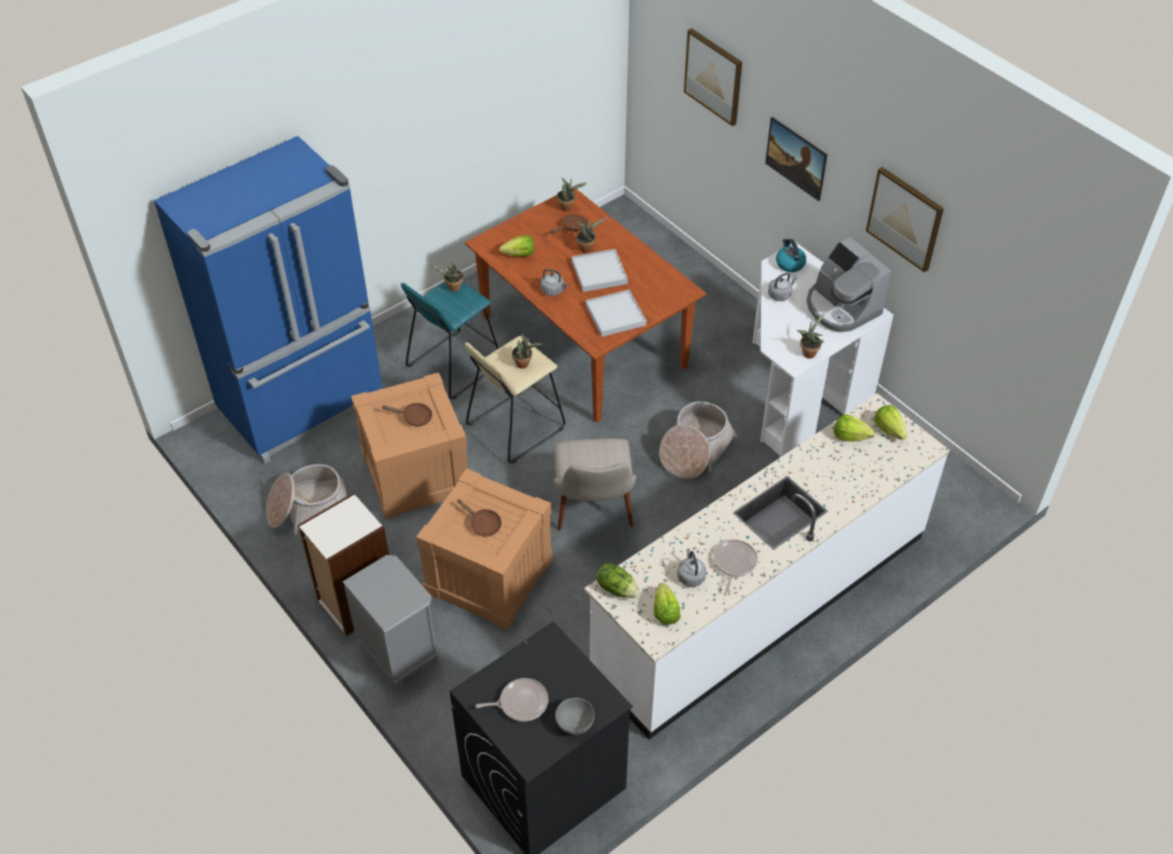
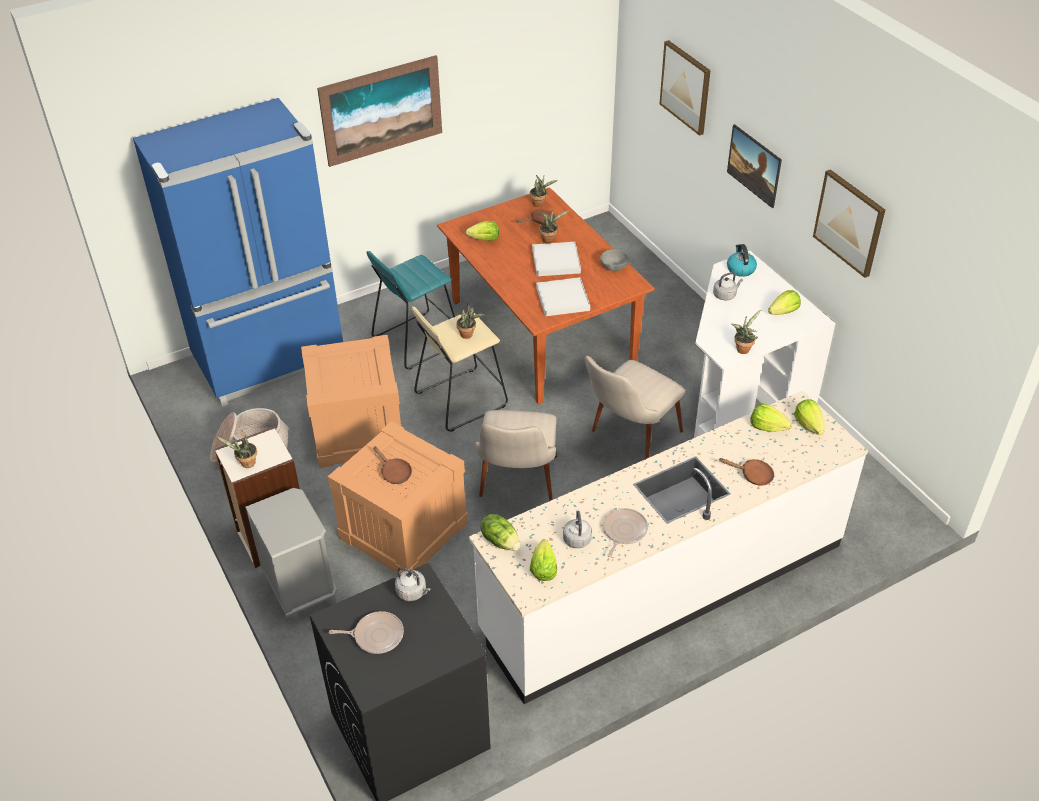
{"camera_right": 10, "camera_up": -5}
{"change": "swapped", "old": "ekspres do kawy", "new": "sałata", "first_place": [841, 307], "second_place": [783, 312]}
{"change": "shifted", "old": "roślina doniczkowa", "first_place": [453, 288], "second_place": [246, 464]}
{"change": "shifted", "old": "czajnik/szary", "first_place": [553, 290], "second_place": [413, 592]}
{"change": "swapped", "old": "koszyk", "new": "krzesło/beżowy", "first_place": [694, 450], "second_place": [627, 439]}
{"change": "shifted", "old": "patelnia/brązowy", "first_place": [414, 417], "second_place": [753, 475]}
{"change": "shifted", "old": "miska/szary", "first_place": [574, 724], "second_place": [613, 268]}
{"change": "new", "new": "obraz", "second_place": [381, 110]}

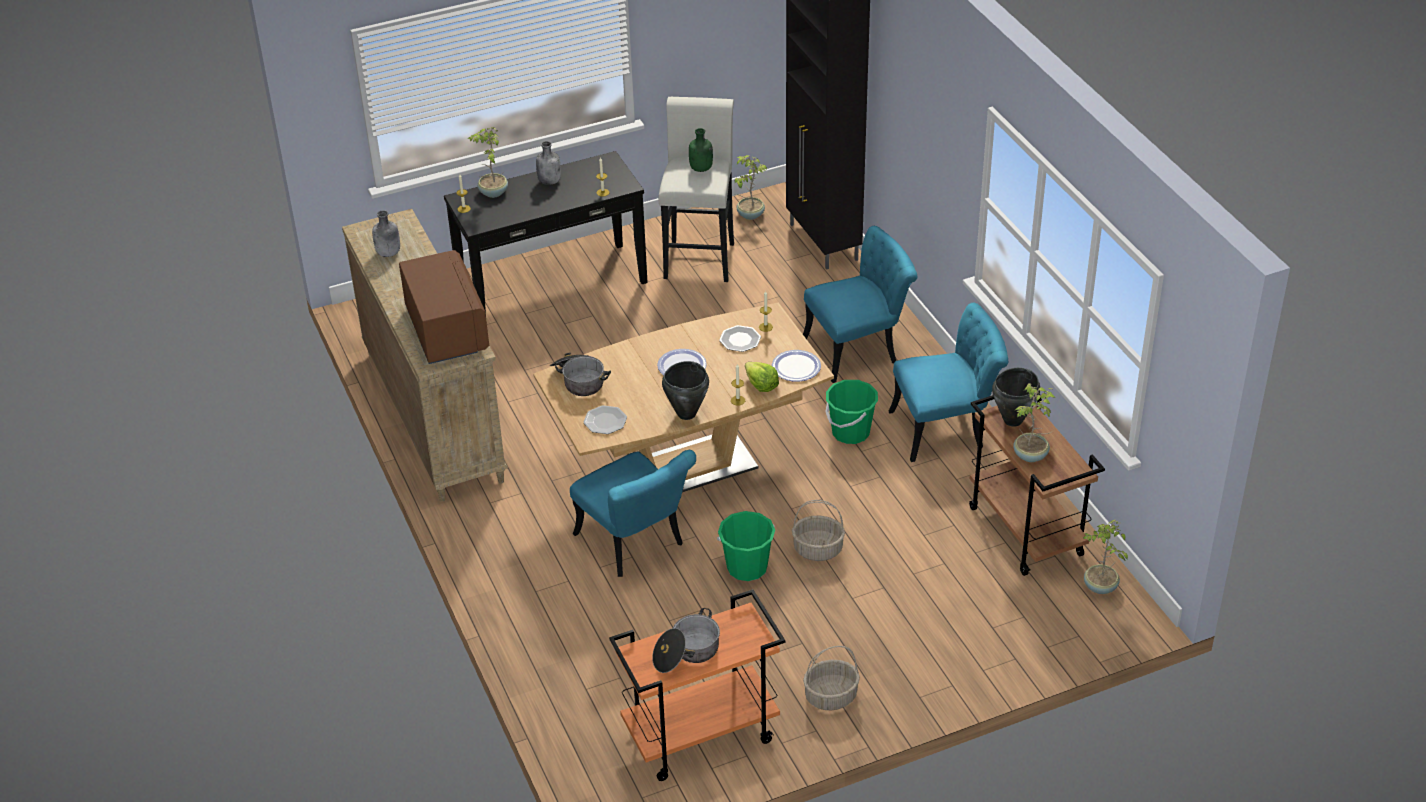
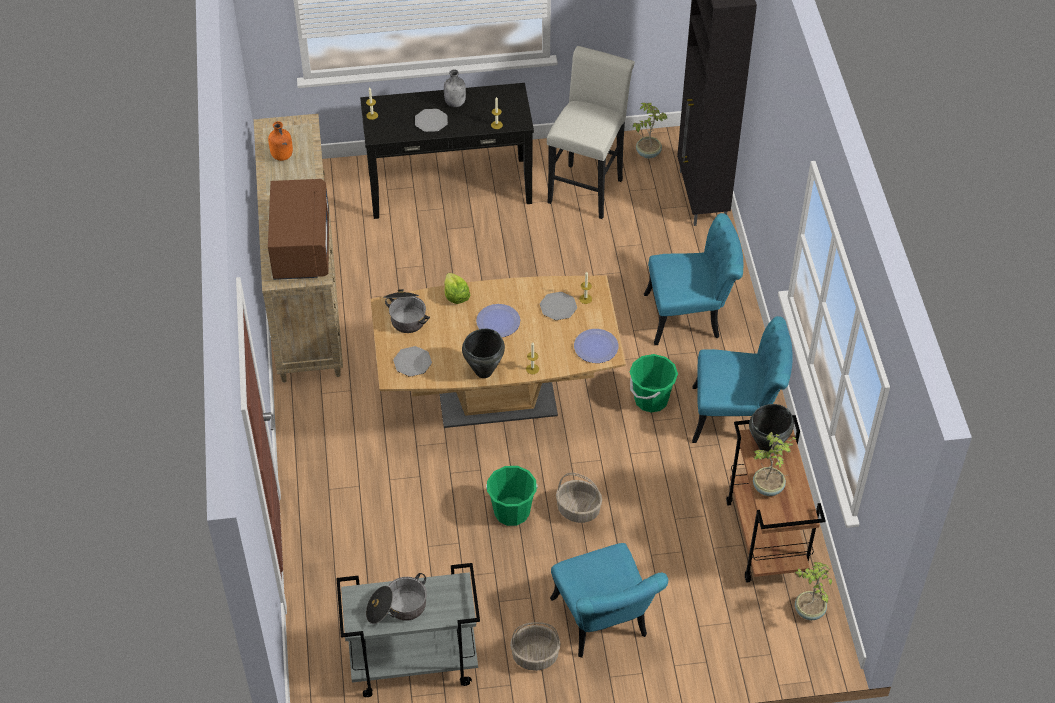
{"camera_right": 15, "camera_up": 10}
{"change": "gone", "old": "roślina doniczkowa", "first_place": [492, 193]}
{"change": "gone", "old": "butelka/zielony", "first_place": [701, 169]}
{"change": "repainted", "old": "butelka/szary", "new": "butelka/pomarańczowy", "first_place": [388, 253], "second_place": [282, 156]}
{"change": "shifted", "old": "sałata", "first_place": [761, 385], "second_place": [456, 295]}
{"change": "shifted", "old": "krzesło/turkusowy", "first_place": [636, 545], "second_place": [603, 625]}
{"change": "repainted", "old": "wózek/pomarańczowy", "new": "wózek/szary", "first_place": [700, 736], "second_place": [412, 664]}
{"change": "new", "new": "talerz", "second_place": [431, 121]}

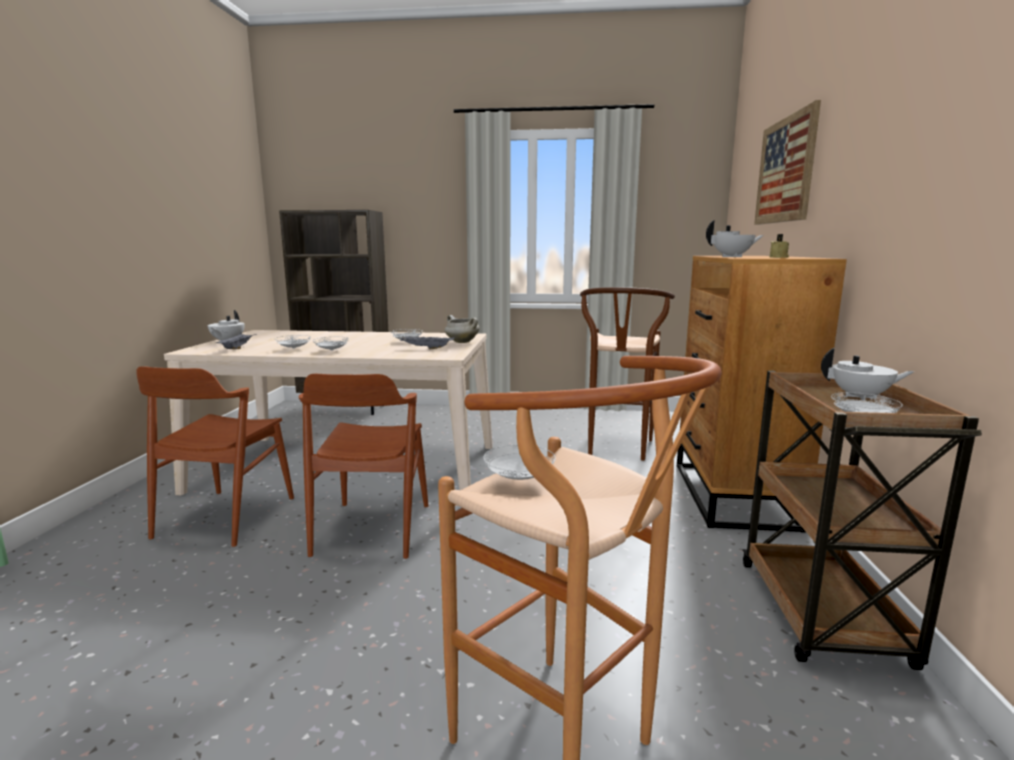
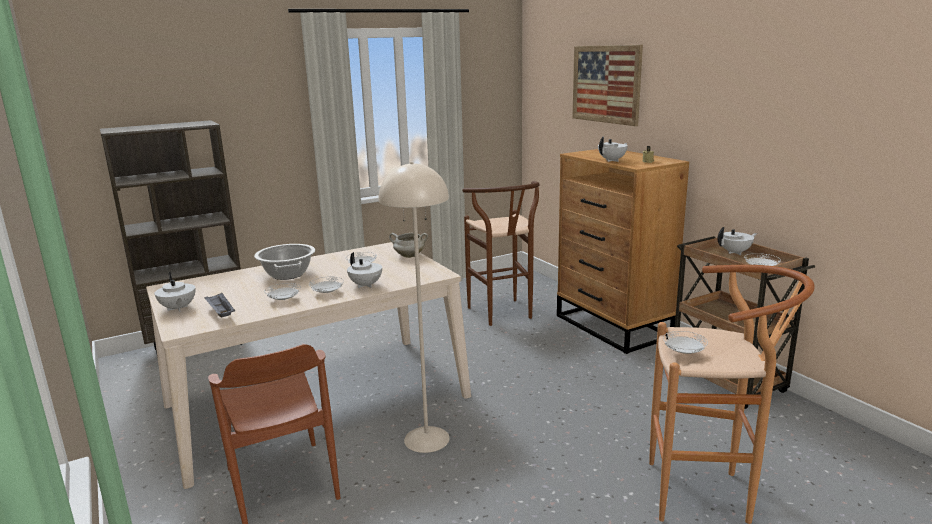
{"camera_right": -35, "camera_up": 5}
{"change": "gone", "old": "taca/szary", "first_place": [426, 348]}
{"change": "swapped", "old": "krzesło/brązowy", "new": "lampa stojąca/beżowy", "first_place": [372, 529], "second_place": [426, 439]}
{"change": "new", "new": "garnek", "second_place": [288, 274]}
{"change": "new", "new": "imbryk/biały", "second_place": [366, 285]}

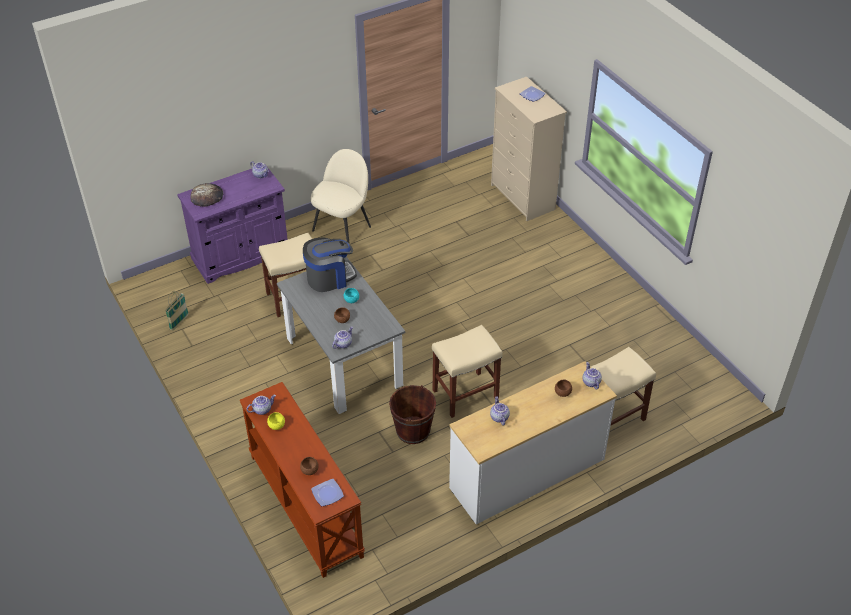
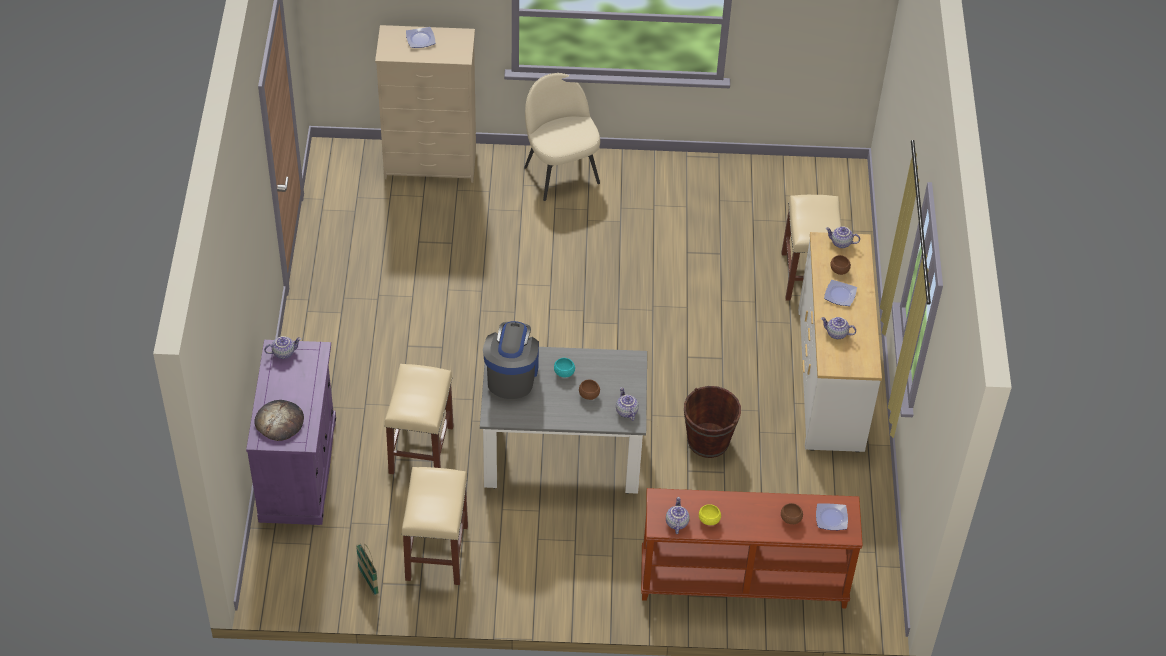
{"camera_right": -60, "camera_up": 5}
{"change": "shifted", "old": "krzesło/beżowy", "first_place": [342, 227], "second_place": [561, 173]}
{"change": "shifted", "old": "stołek/beżowy", "first_place": [464, 395], "second_place": [437, 554]}
{"change": "new", "new": "talerz", "second_place": [839, 294]}

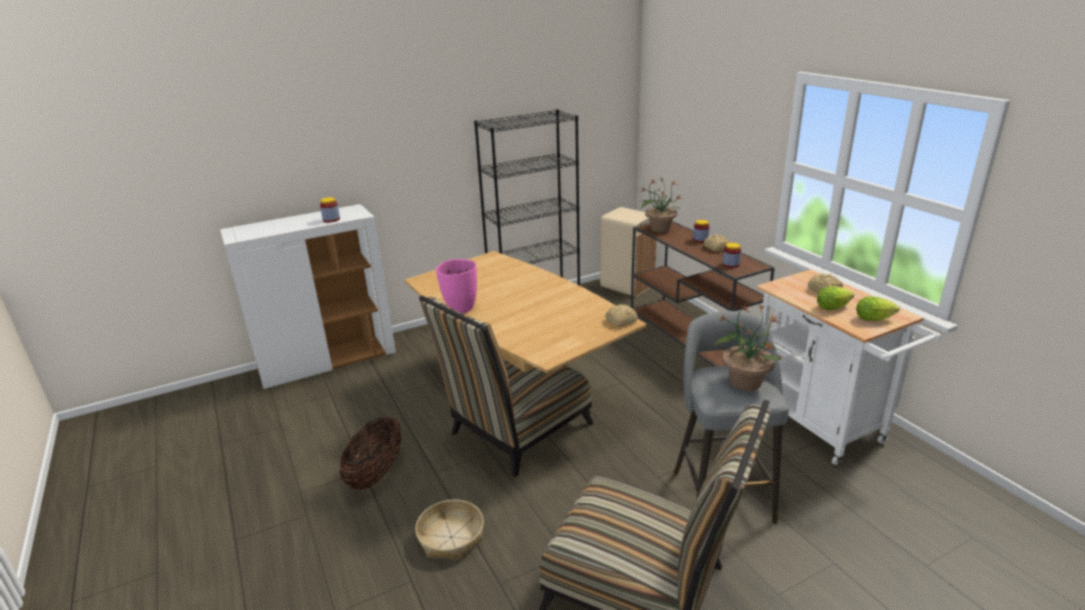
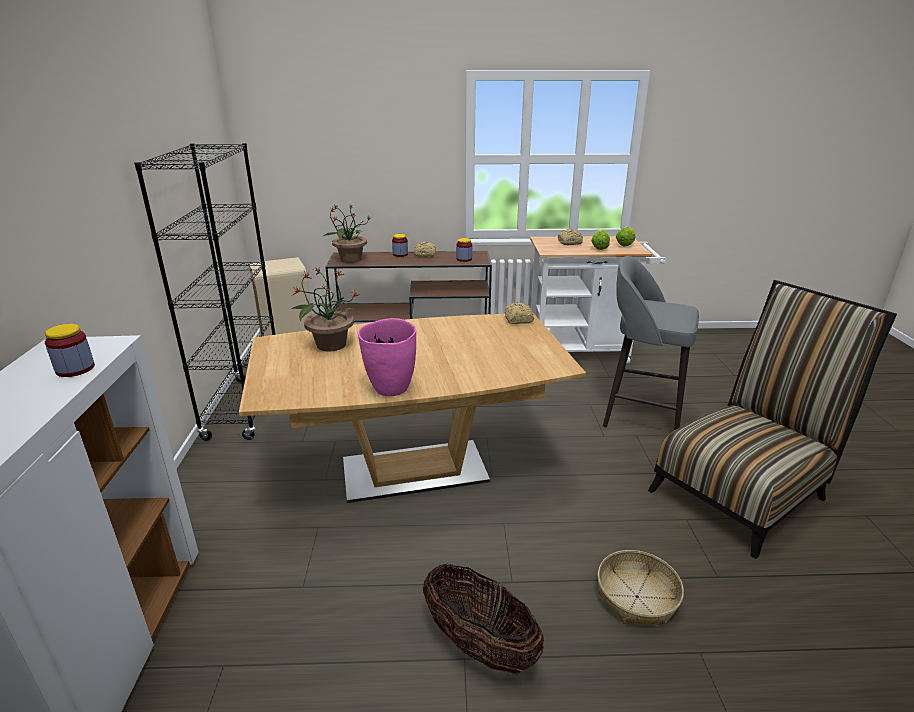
{"camera_right": -65, "camera_up": 0}
{"change": "gone", "old": "krzesło", "first_place": [515, 432]}
{"change": "shifted", "old": "roślina doniczkowa", "first_place": [745, 381], "second_place": [330, 345]}

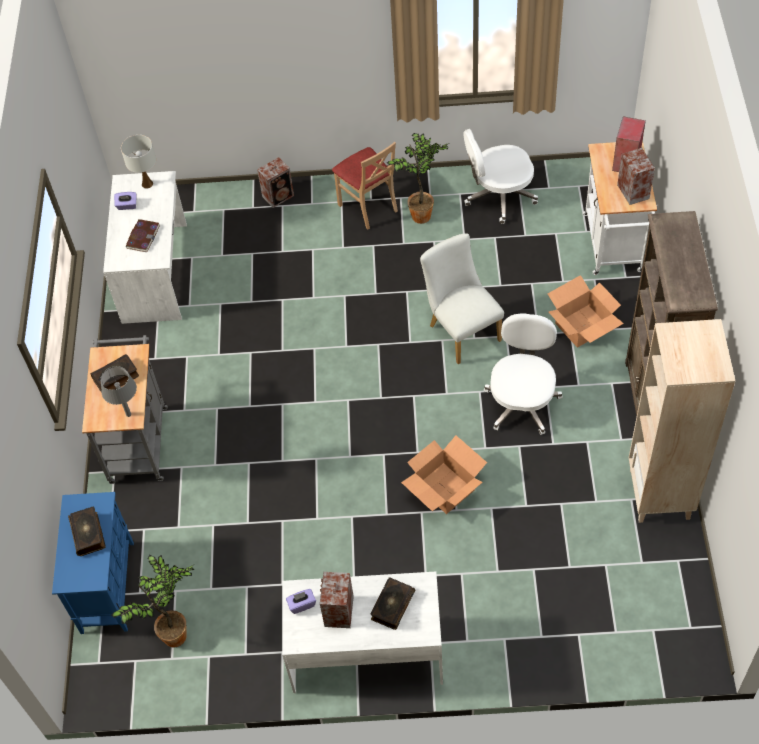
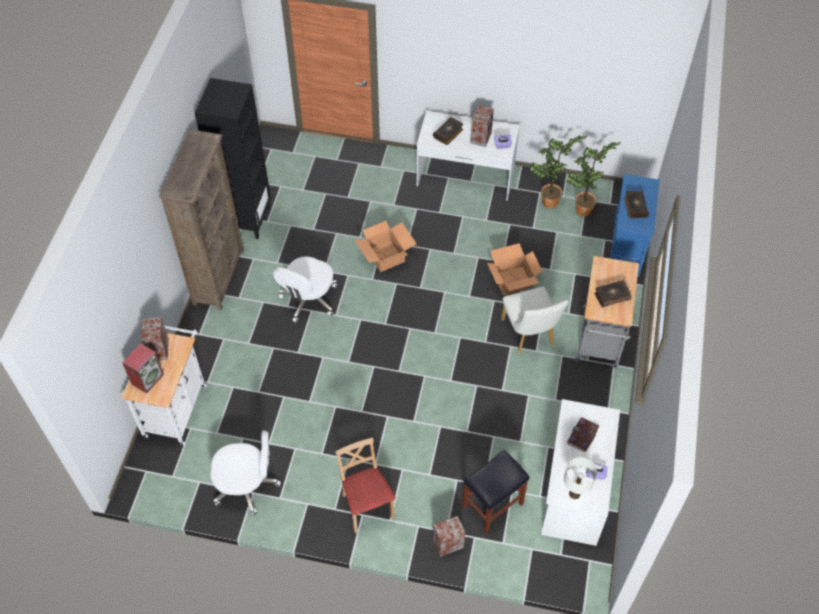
{"camera_right": -170, "camera_up": 0}
{"change": "shifted", "old": "roślina doniczkowa", "first_place": [422, 214], "second_place": [548, 204]}
{"change": "shifted", "old": "krzesło/biały", "first_place": [461, 330], "second_place": [529, 335]}
{"change": "shifted", "old": "karton", "first_place": [583, 326], "second_place": [512, 280]}
{"change": "repainted", "old": "regał/beżowy", "new": "regał/czarny", "first_place": [660, 494], "second_place": [247, 220]}
{"change": "gone", "old": "lampa stołowa/szary", "first_place": [129, 414]}
{"change": "new", "new": "stołek/czarny", "second_place": [493, 504]}

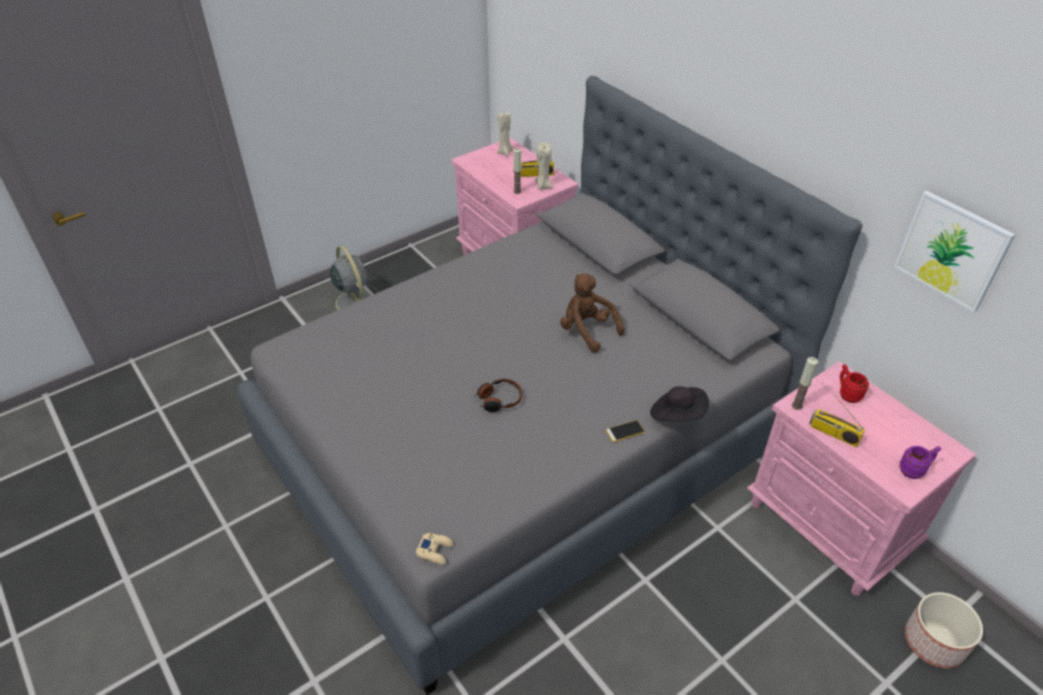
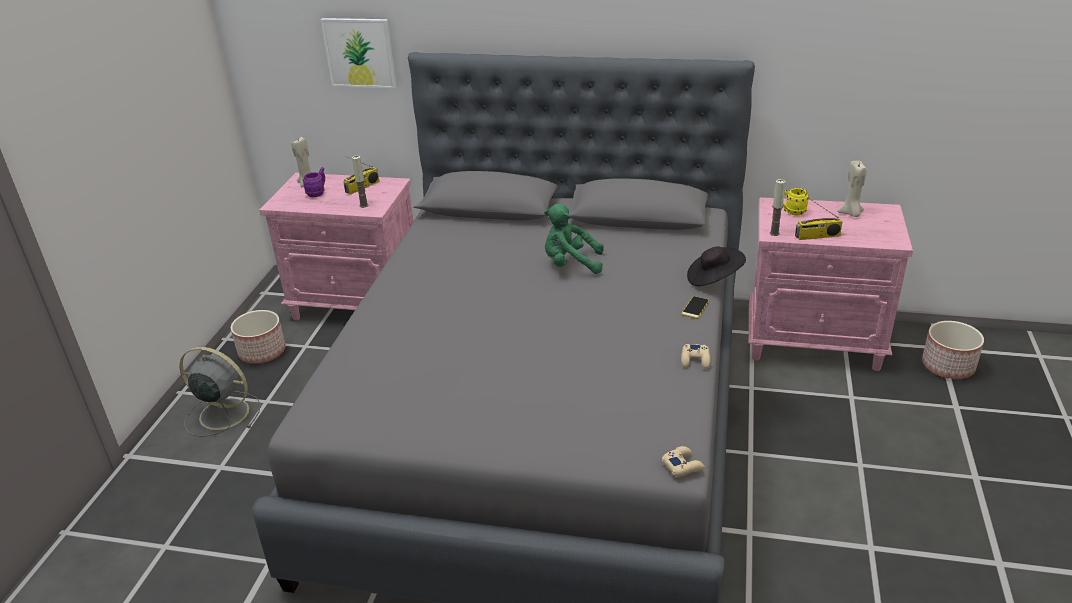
{"camera_right": -40, "camera_up": -10}
{"change": "shifted", "old": "świeca/beżowy", "first_place": [543, 186], "second_place": [851, 213]}
{"change": "shifted", "old": "obraz", "first_place": [952, 250], "second_place": [360, 52]}
{"change": "repainted", "old": "pluszak/brązowy", "new": "pluszak/zielony", "first_place": [587, 331], "second_place": [570, 264]}
{"change": "repainted", "old": "kubek/czerwony", "new": "kubek/żółty", "first_place": [847, 394], "second_place": [791, 211]}
{"change": "gone", "old": "słuchawki", "first_place": [498, 400]}
{"change": "shifted", "old": "kubek/fioletowy", "first_place": [914, 470], "second_place": [318, 193]}
{"change": "new", "new": "donica", "second_place": [262, 352]}
{"change": "new", "new": "pad do gier/beżowy", "second_place": [695, 360]}

